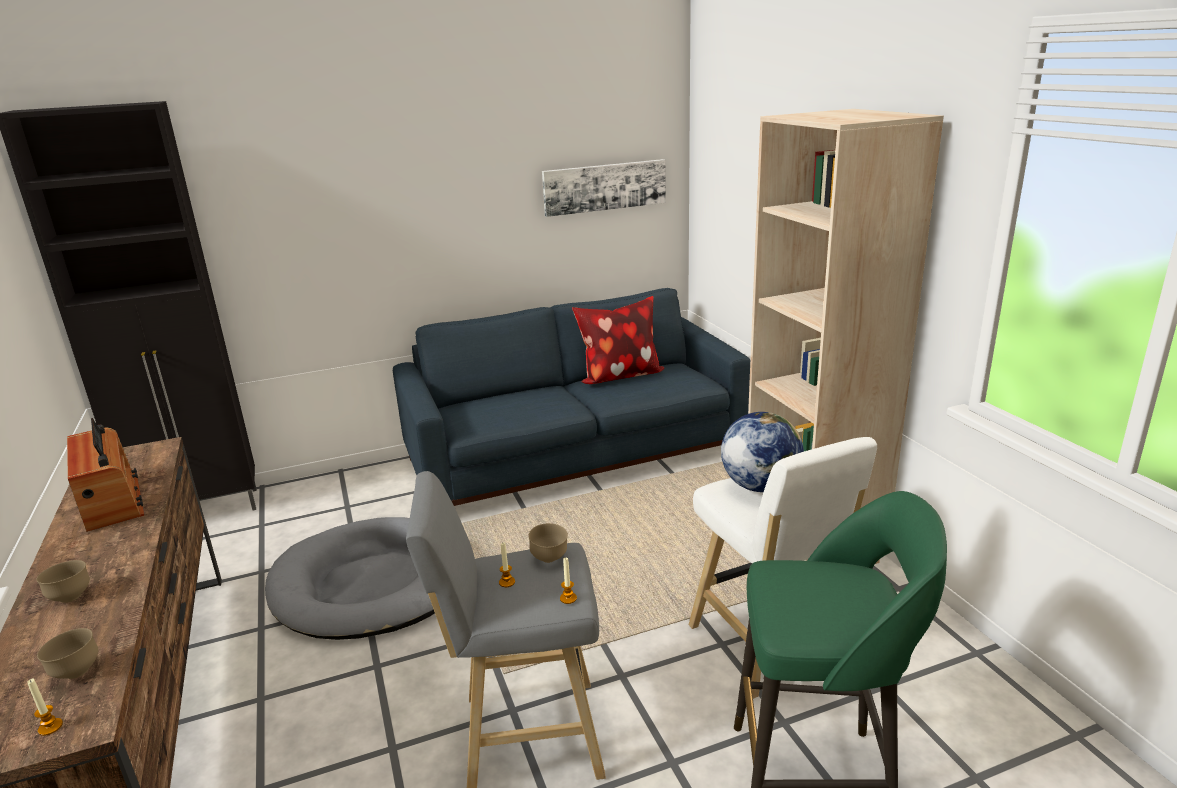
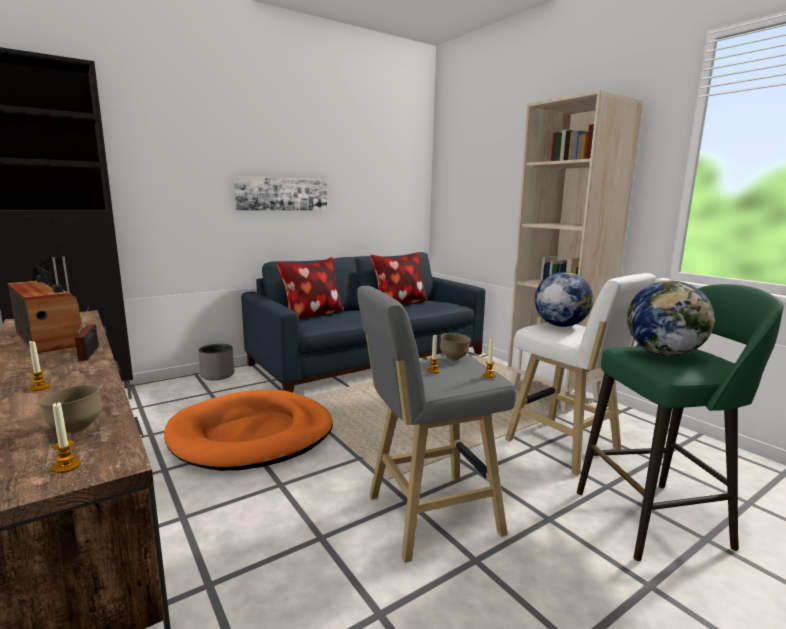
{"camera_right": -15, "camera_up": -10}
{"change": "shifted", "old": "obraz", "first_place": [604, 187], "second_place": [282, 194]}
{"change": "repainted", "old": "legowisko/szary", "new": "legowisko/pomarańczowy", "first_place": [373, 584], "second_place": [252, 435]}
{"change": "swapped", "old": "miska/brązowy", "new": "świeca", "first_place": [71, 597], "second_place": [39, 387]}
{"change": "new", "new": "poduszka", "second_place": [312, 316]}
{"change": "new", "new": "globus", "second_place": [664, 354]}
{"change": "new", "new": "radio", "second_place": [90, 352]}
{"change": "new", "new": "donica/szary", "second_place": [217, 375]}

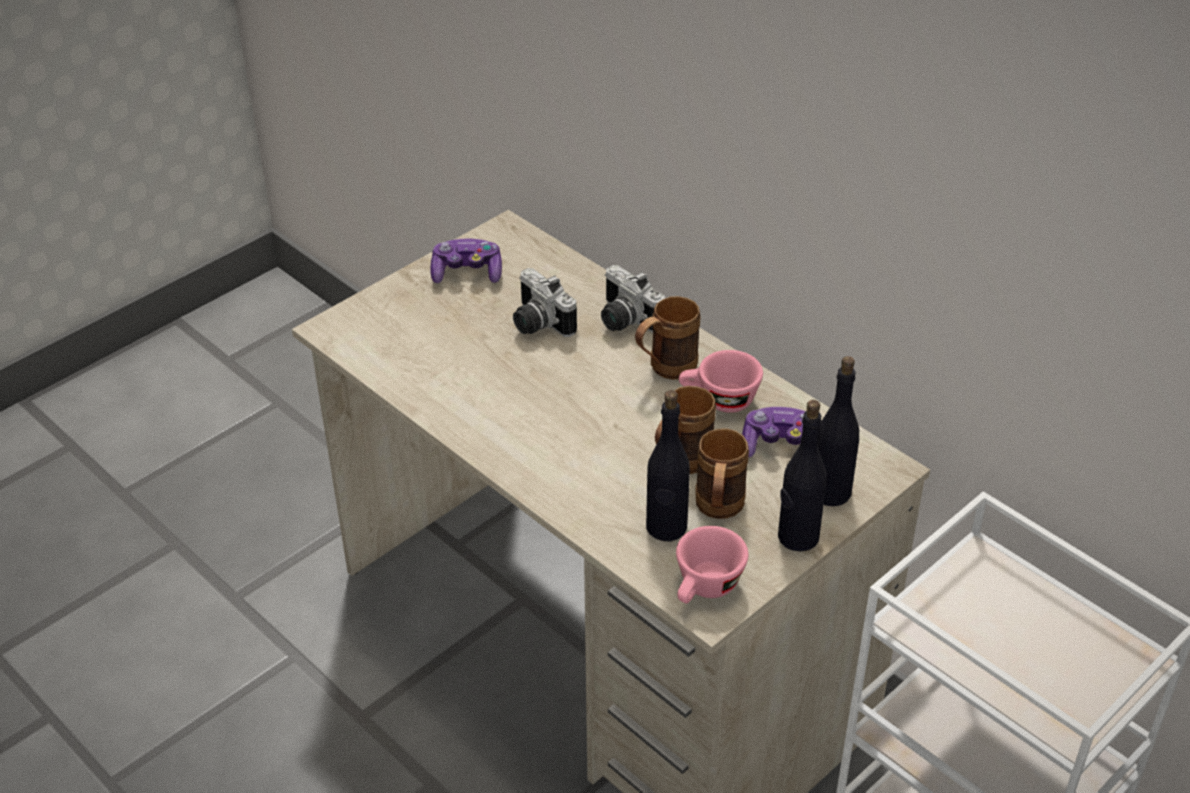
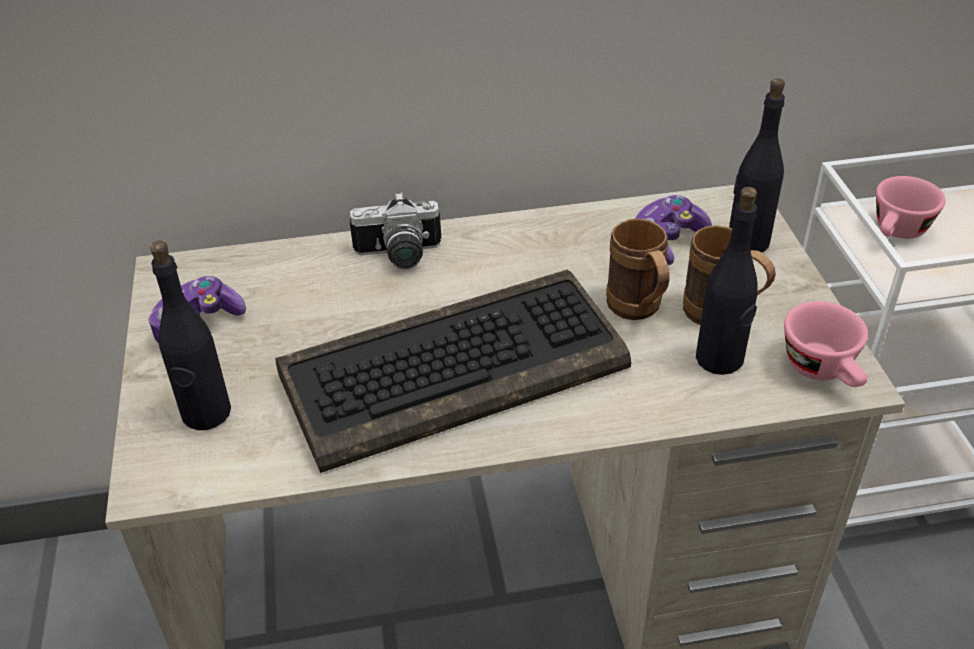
{"camera_right": -55, "camera_up": 0}
{"change": "gone", "old": "aparat fotograficzny", "first_place": [537, 323]}
{"change": "gone", "old": "kubek/brązowy", "first_place": [664, 370]}
{"change": "shifted", "old": "filiżanka/różowy", "first_place": [719, 400], "second_place": [897, 233]}
{"change": "shifted", "old": "butelka/czarny", "first_place": [797, 537], "second_place": [206, 413]}
{"change": "new", "new": "klawiatura", "second_place": [455, 368]}

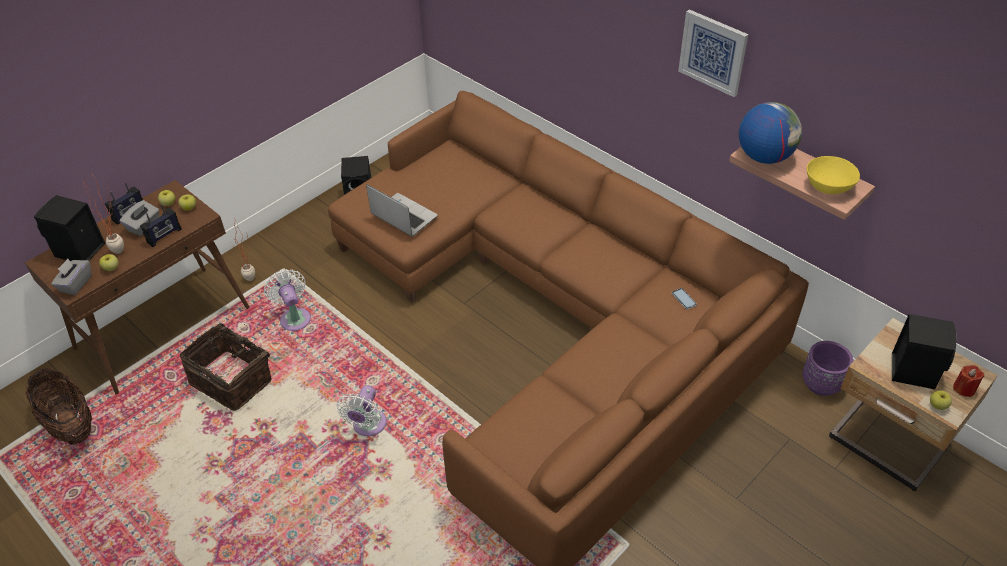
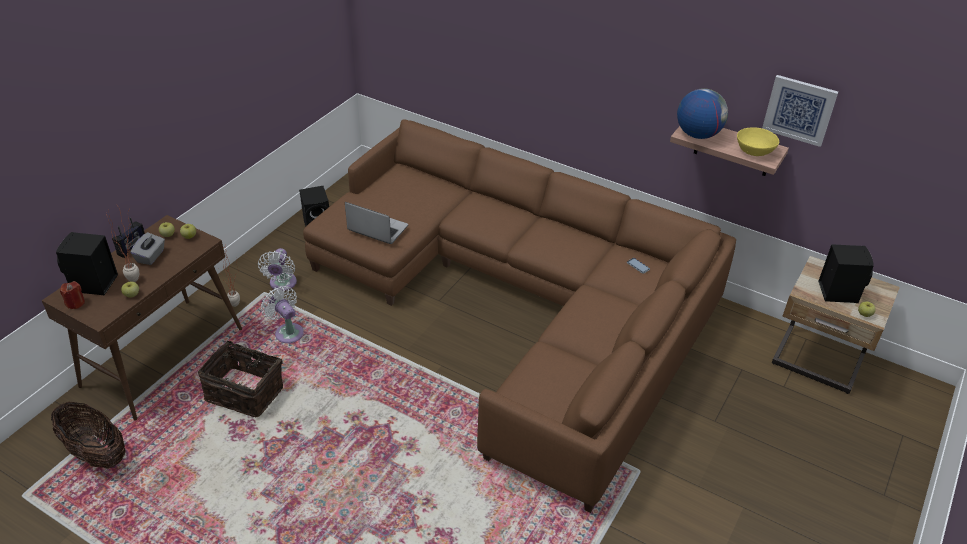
{"camera_right": -15, "camera_up": -5}
{"change": "shifted", "old": "obraz", "first_place": [713, 52], "second_place": [799, 110]}
{"change": "gone", "old": "radio", "first_place": [164, 236]}
{"change": "gone", "old": "pudełko chusteczek/szary", "first_place": [75, 284]}
{"change": "gone", "old": "donica/fioletowy", "first_place": [821, 384]}
{"change": "shifted", "old": "świeca/czerwony", "first_place": [964, 388], "second_place": [75, 303]}
{"change": "shifted", "old": "wentylator/biały", "first_place": [368, 426], "second_place": [282, 284]}

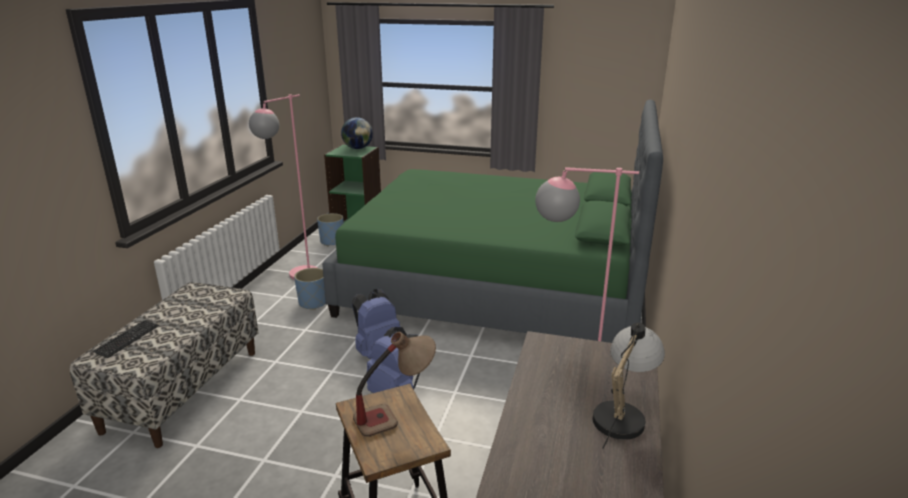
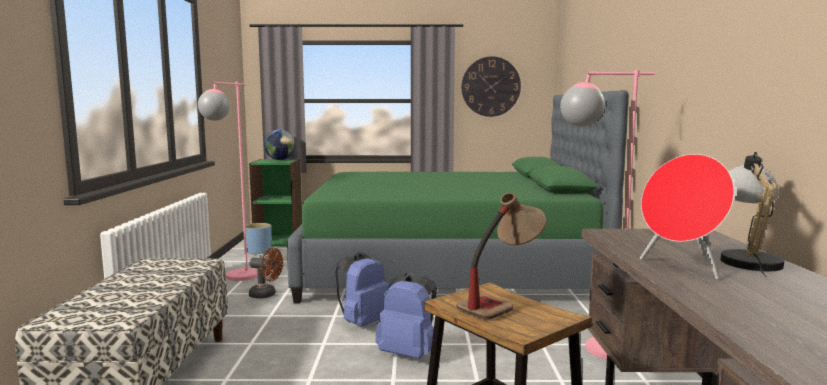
{"camera_right": -15, "camera_up": -15}
{"change": "swapped", "old": "donica/niebieski", "new": "wentylator/brązowy", "first_place": [313, 303], "second_place": [266, 295]}
{"change": "gone", "old": "klawiatura", "first_place": [127, 339]}
{"change": "new", "new": "zegar ścienny", "second_place": [490, 86]}
{"change": "new", "new": "głośnik/czerwony", "second_place": [682, 267]}

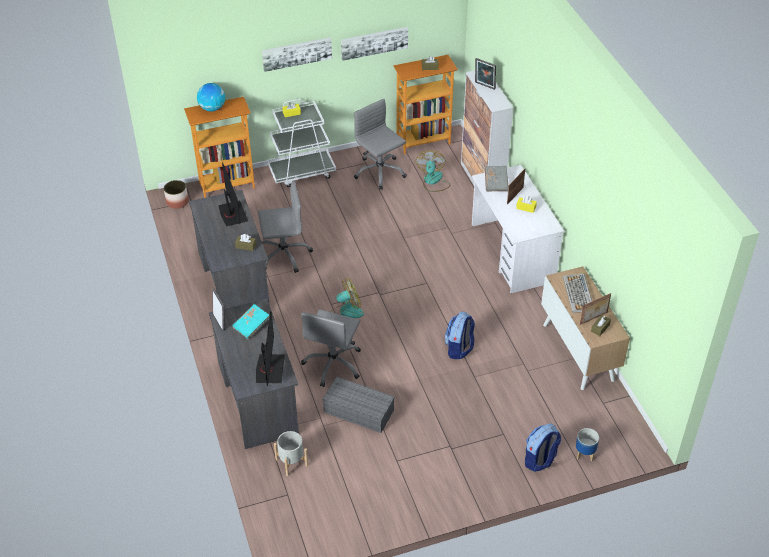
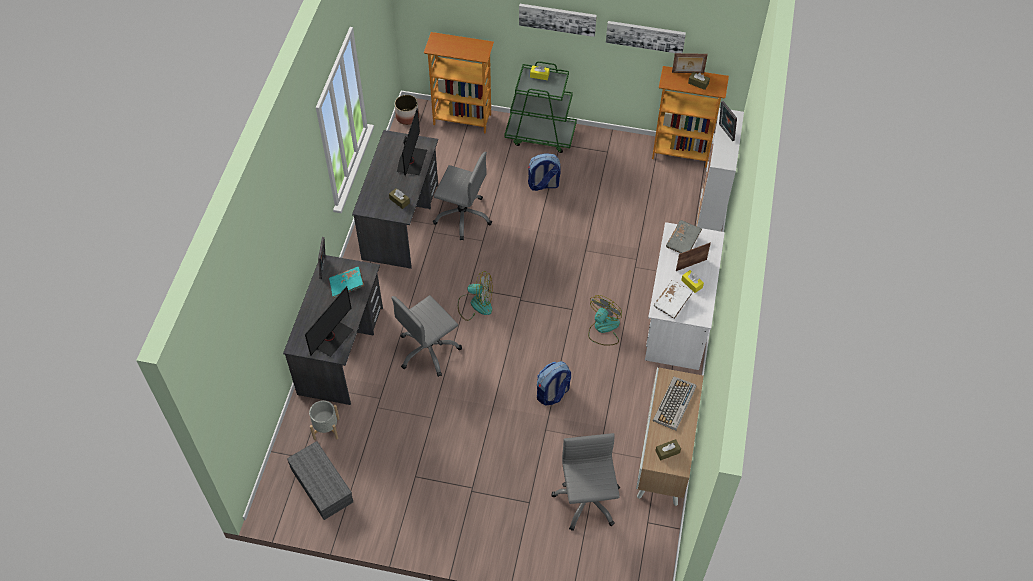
{"camera_right": 30, "camera_up": 10}
{"change": "gone", "old": "globus", "first_place": [212, 108]}
{"change": "repainted", "old": "wózek/biały", "new": "wózek/zielony", "first_place": [302, 172], "second_place": [540, 135]}
{"change": "shifted", "old": "krzesło biurowe/szary", "first_place": [379, 172], "second_place": [586, 500]}
{"change": "shifted", "old": "wentylator", "first_place": [433, 181], "second_place": [603, 329]}
{"change": "shifted", "old": "ramka na zdjęcie", "first_place": [593, 318], "second_place": [688, 73]}
{"change": "shifted", "old": "pojemnik do przechowywania/szary", "first_place": [357, 411], "second_place": [320, 485]}
{"change": "shifted", "old": "plecak", "first_place": [540, 460], "second_place": [543, 185]}
{"change": "gone", "old": "donica", "first_place": [584, 454]}
{"change": "new", "new": "książka/biały", "second_place": [672, 302]}

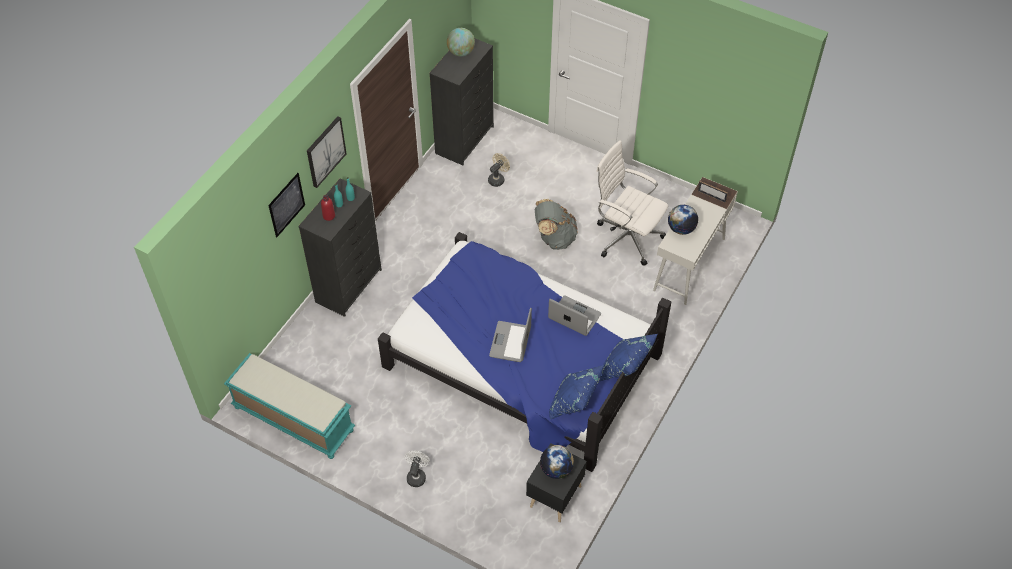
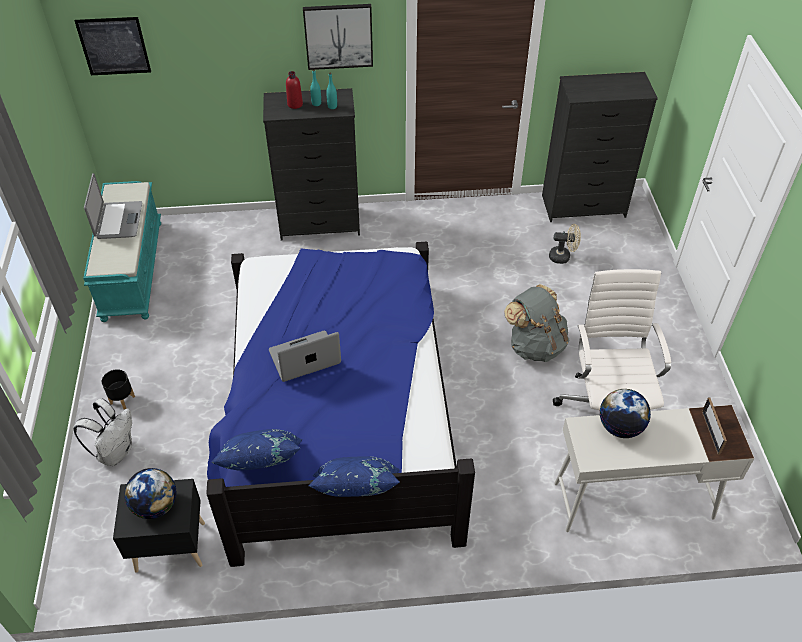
{"camera_right": 55, "camera_up": -5}
{"change": "gone", "old": "globus", "first_place": [461, 52]}
{"change": "shifted", "old": "obraz", "first_place": [286, 205], "second_place": [114, 46]}
{"change": "shifted", "old": "laptop", "first_place": [574, 317], "second_place": [118, 221]}
{"change": "swapped", "old": "wentylator/biały", "new": "donica/czarny", "first_place": [417, 475], "second_place": [122, 399]}
{"change": "new", "new": "plecak/biały", "second_place": [115, 451]}

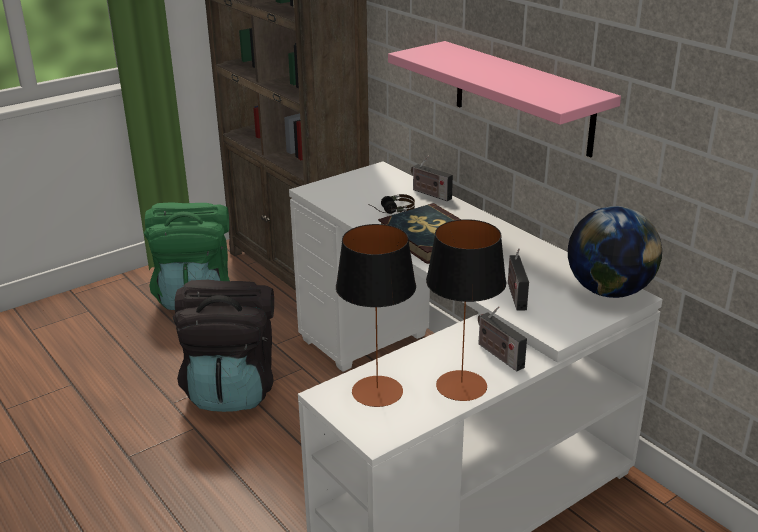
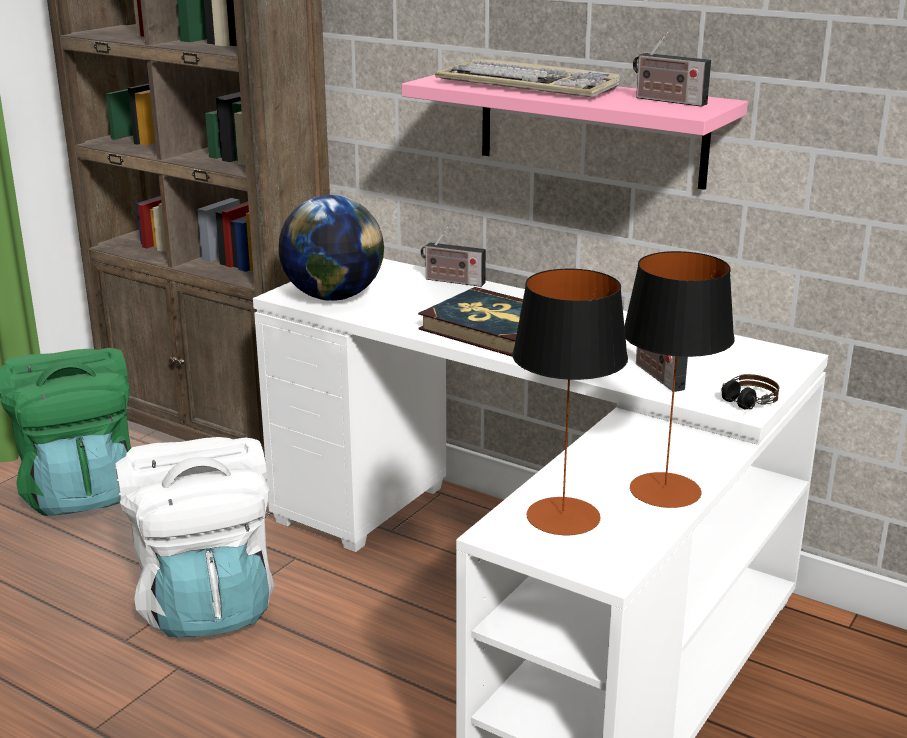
{"camera_right": -20, "camera_up": -5}
{"change": "shifted", "old": "słuchawki", "first_place": [390, 211], "second_place": [741, 405]}
{"change": "shifted", "old": "globus", "first_place": [608, 291], "second_place": [333, 297]}
{"change": "repainted", "old": "plecak/czarny", "new": "plecak/biały", "first_place": [232, 388], "second_place": [206, 602]}
{"change": "shifted", "old": "radio", "first_place": [498, 354], "second_place": [667, 101]}
{"change": "new", "new": "klawiatura", "second_place": [529, 86]}

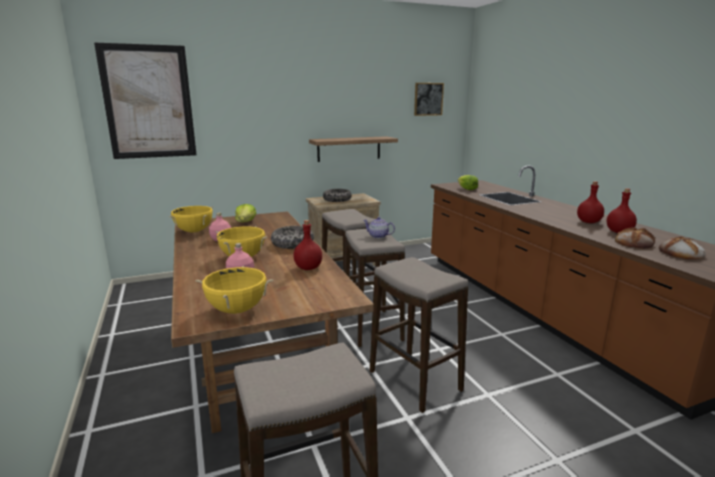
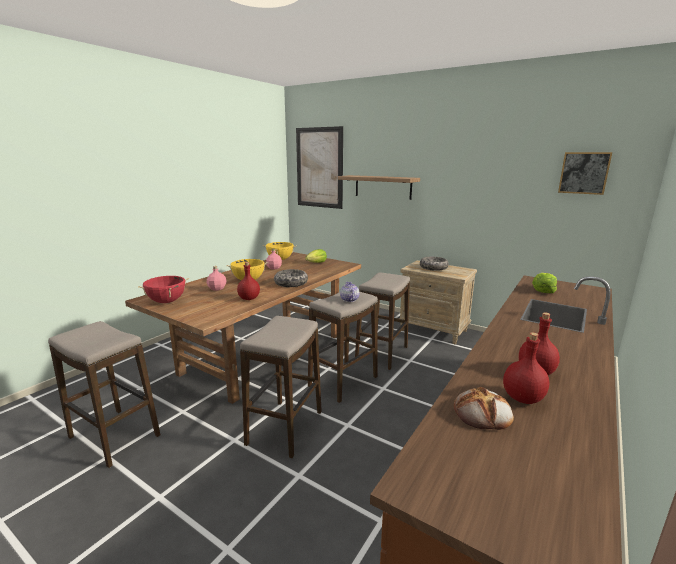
{"camera_right": 55, "camera_up": 0}
{"change": "shifted", "old": "półka", "first_place": [349, 149], "second_place": [383, 187]}
{"change": "gone", "old": "chleb", "first_place": [681, 253]}
{"change": "repainted", "old": "garnek/żółty", "new": "garnek/czerwony", "first_place": [237, 310], "second_place": [167, 301]}

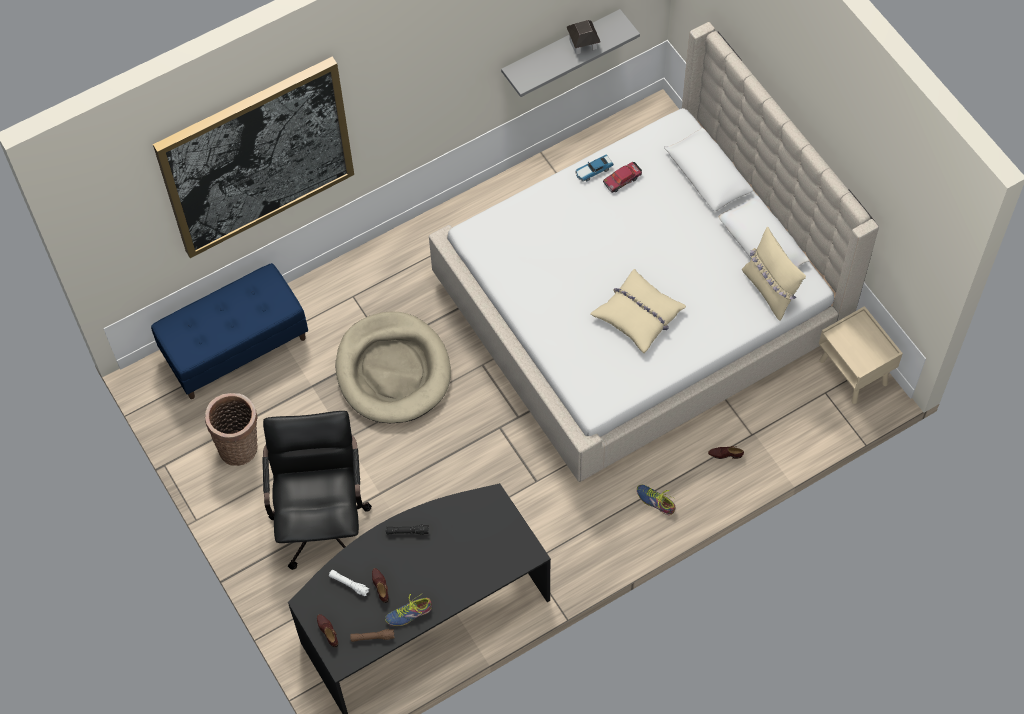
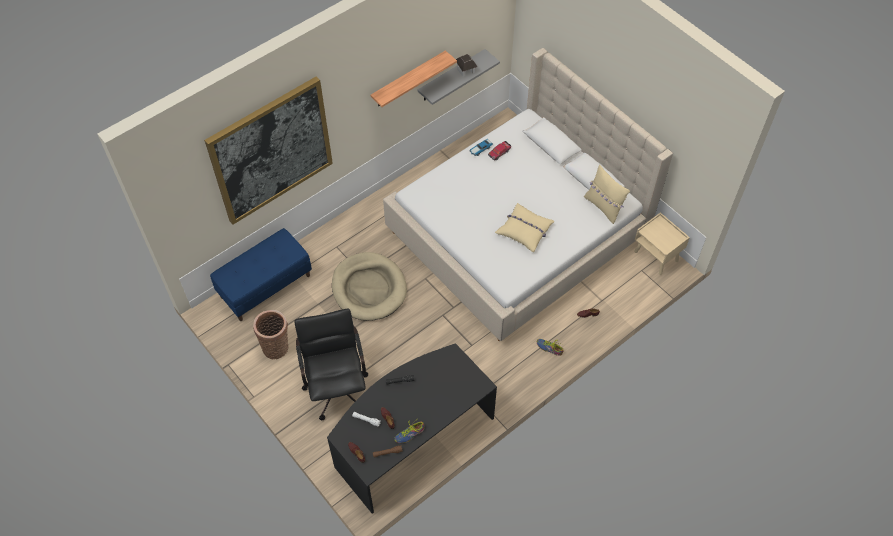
{"camera_right": -10, "camera_up": -5}
{"change": "new", "new": "półka", "second_place": [408, 79]}

